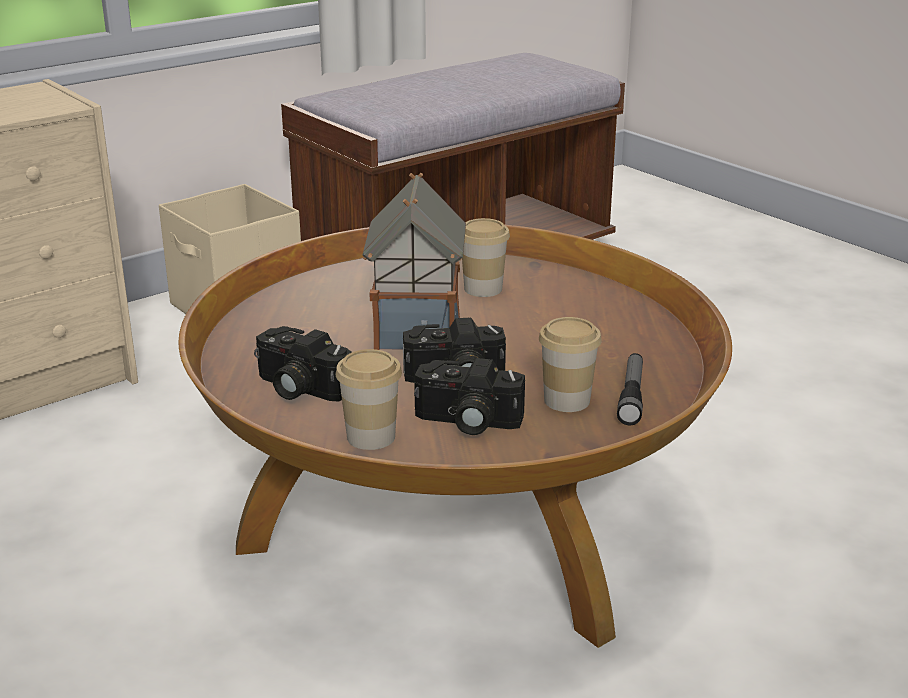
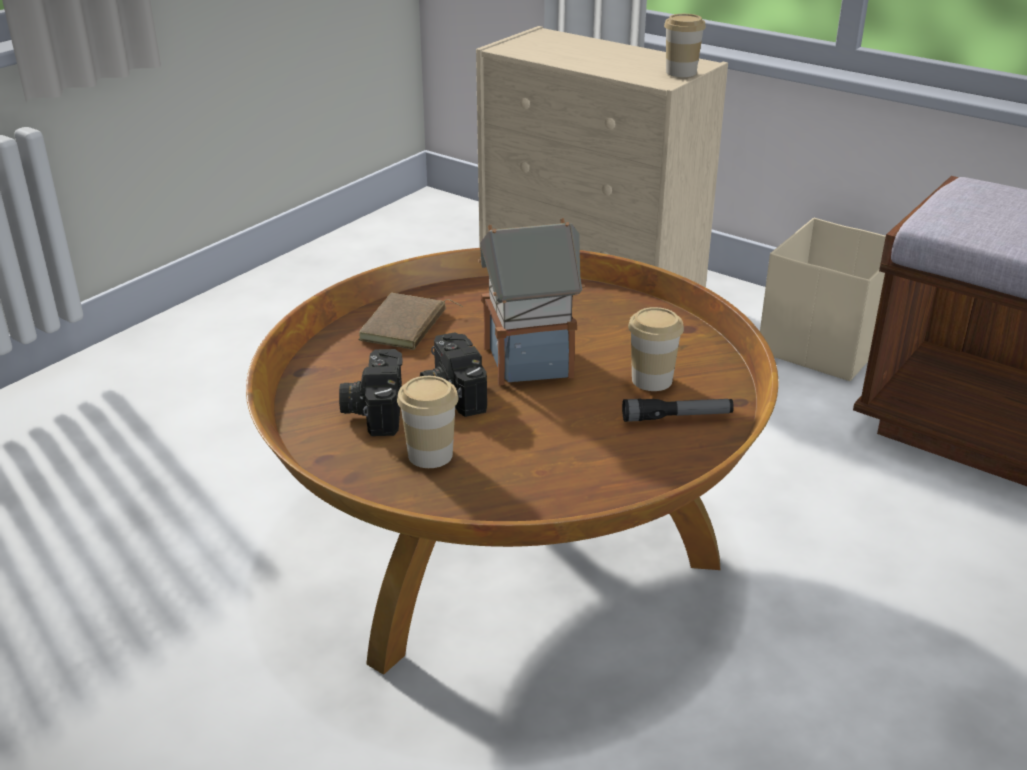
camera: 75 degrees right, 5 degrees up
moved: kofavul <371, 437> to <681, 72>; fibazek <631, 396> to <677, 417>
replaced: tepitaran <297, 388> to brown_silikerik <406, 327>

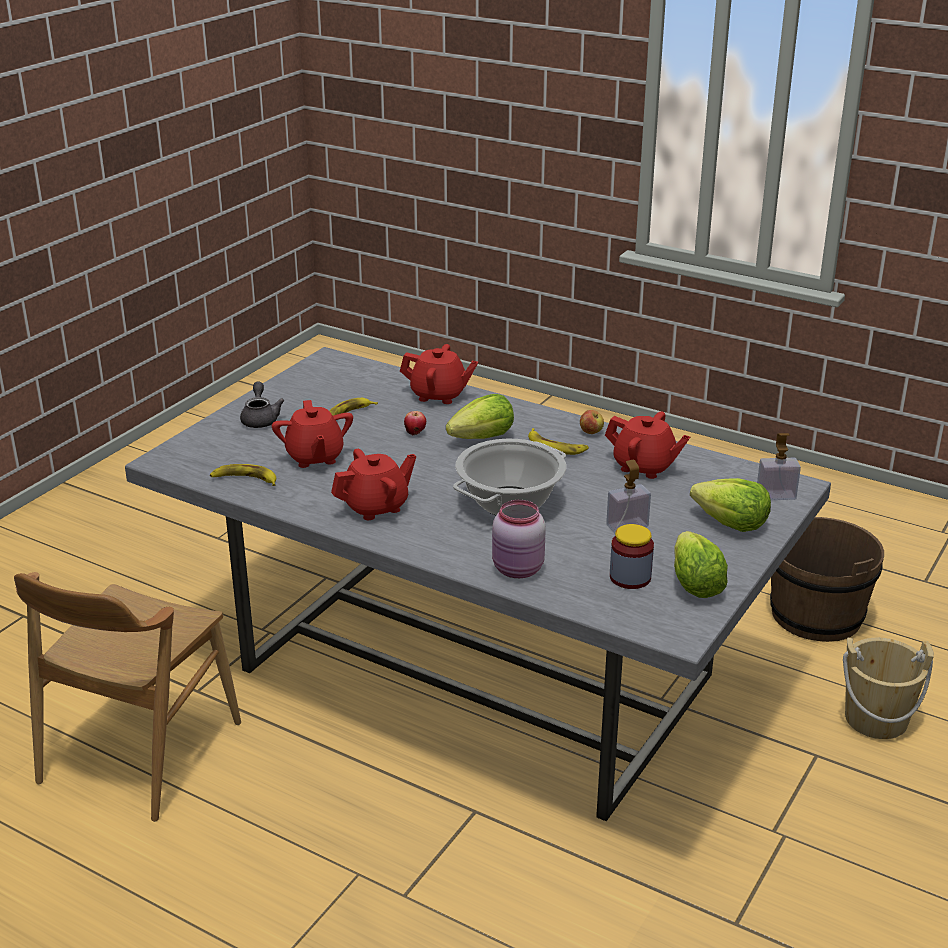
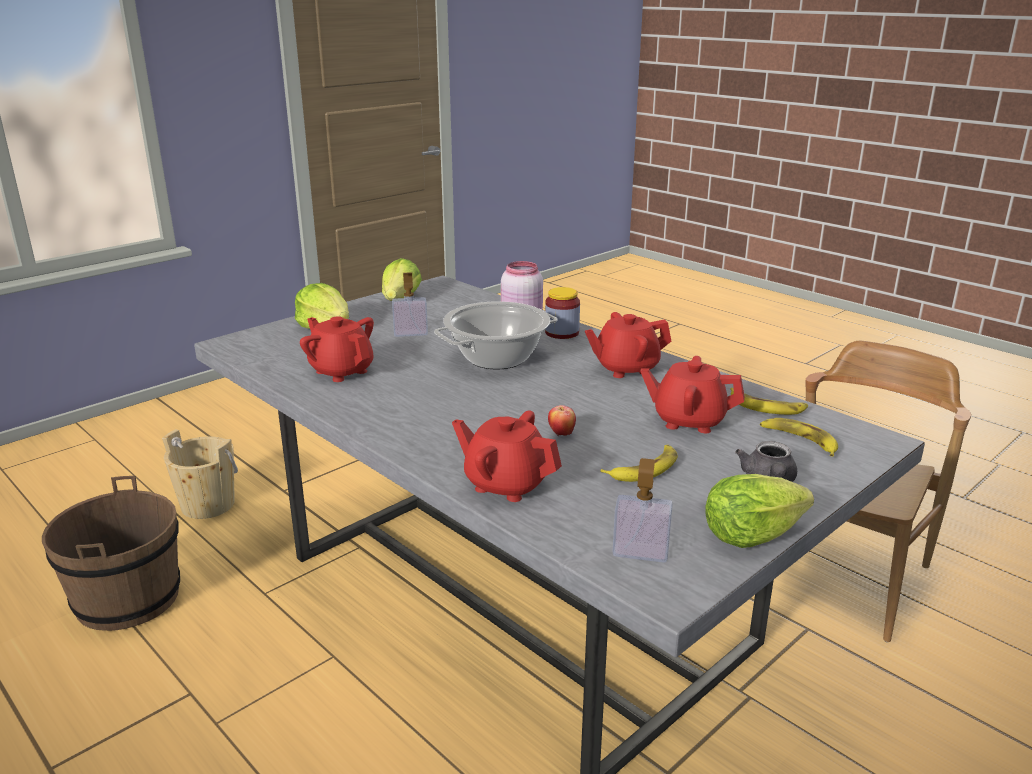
camera: 165 degrees left, 5 degrees down
removed: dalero <591, 432>
moved: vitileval <483, 438> to <750, 535>; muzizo <556, 446> to <799, 440>; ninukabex <776, 495> to <640, 552>; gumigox <630, 577> to <562, 333>
turned: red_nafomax <314, 457> = <688, 421> 75 degrees counterclockwise

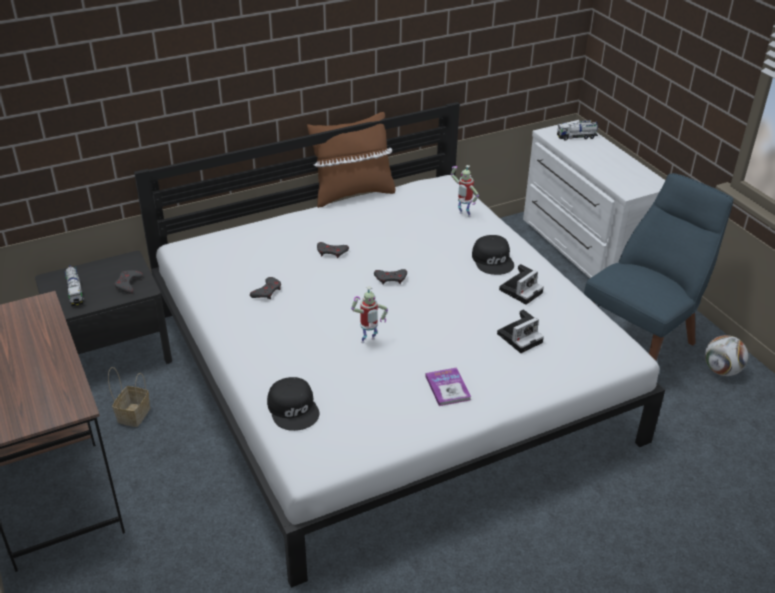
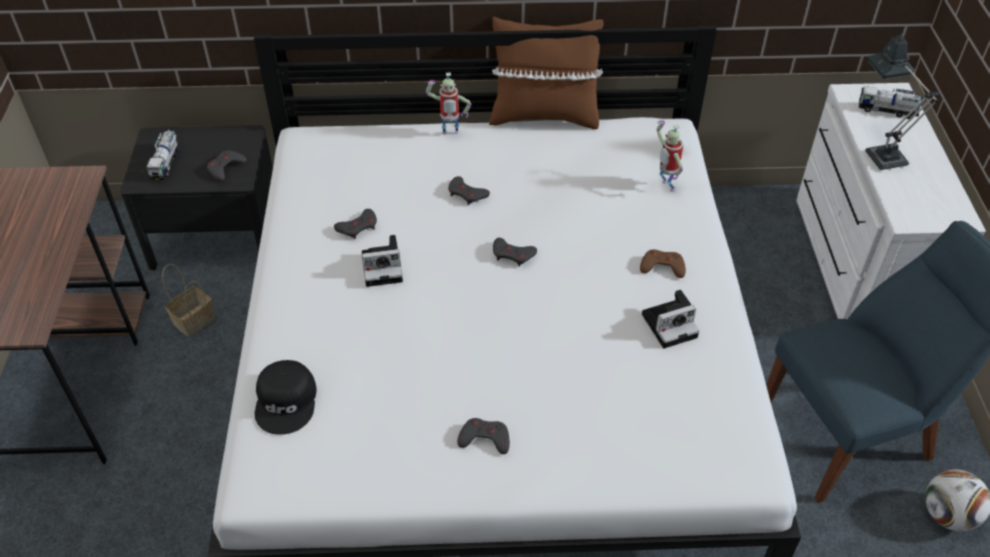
camera: 25 degrees right, 10 degrees up
added: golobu <881, 152>
moved: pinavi <368, 342> to <450, 134>; tepitaran <520, 337> to <384, 267>
replaced: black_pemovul <493, 260> to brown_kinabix <662, 267>; silikerik <447, 388> to grey_kinabix <484, 438>

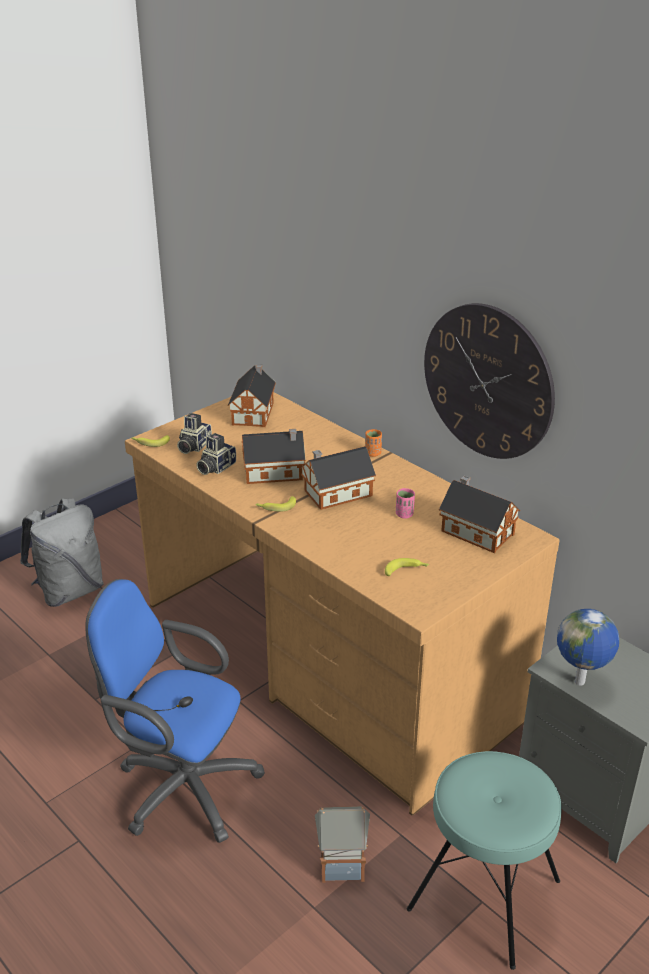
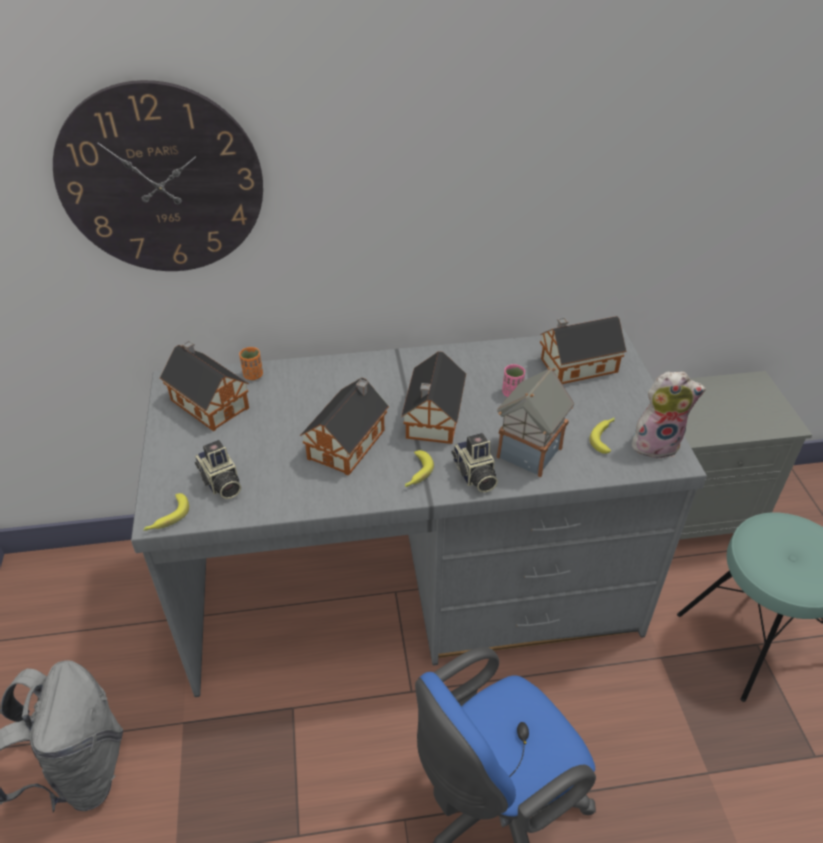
camera: 55 degrees left, 10 degrees up
removed: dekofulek <580, 682>
added: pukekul <656, 443>
moved: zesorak <487, 381> to <161, 181>; orange_kofavul <373, 453> to <253, 375>; tepitaran <215, 467> to <474, 475>; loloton <340, 864> to <529, 454>
recoloured: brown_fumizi <325, 659> to grey_fumizi <412, 588>

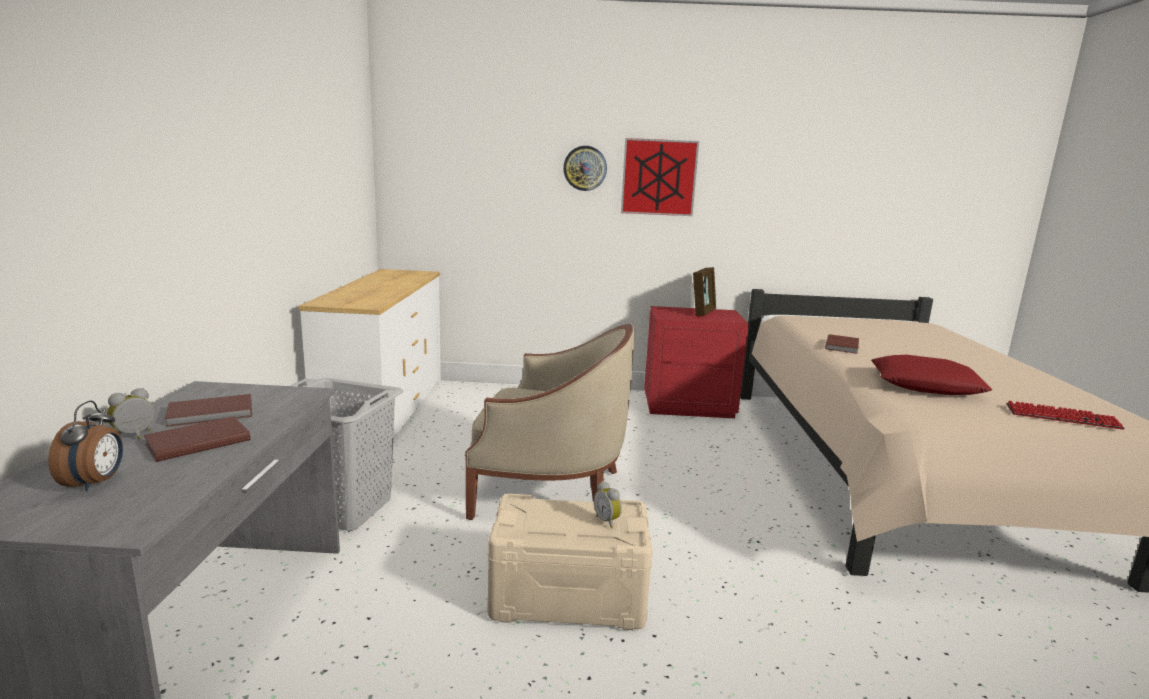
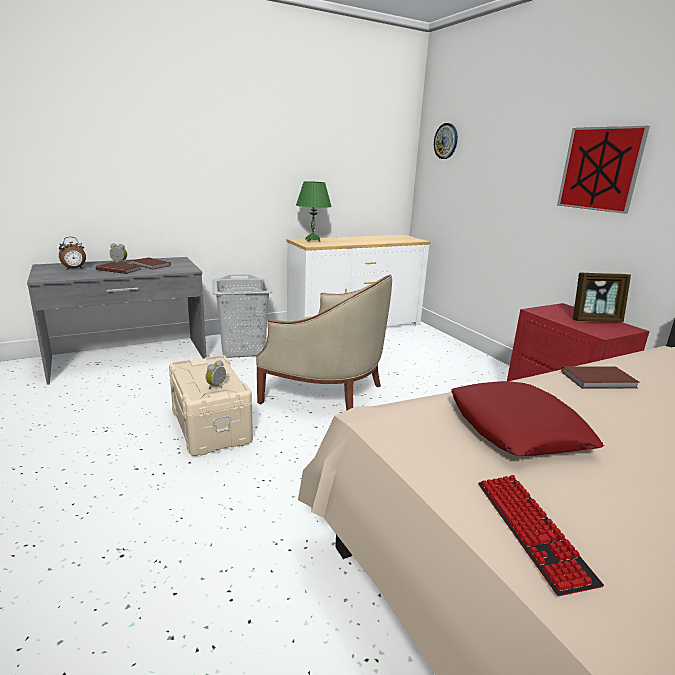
camera: 60 degrees right, 5 degrees up
added: green_golobu <312, 240>
moved: zesorak <585, 168> to <446, 141>
turned: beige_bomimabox <549, 489> = <325, 391> 45 degrees counterclockwise

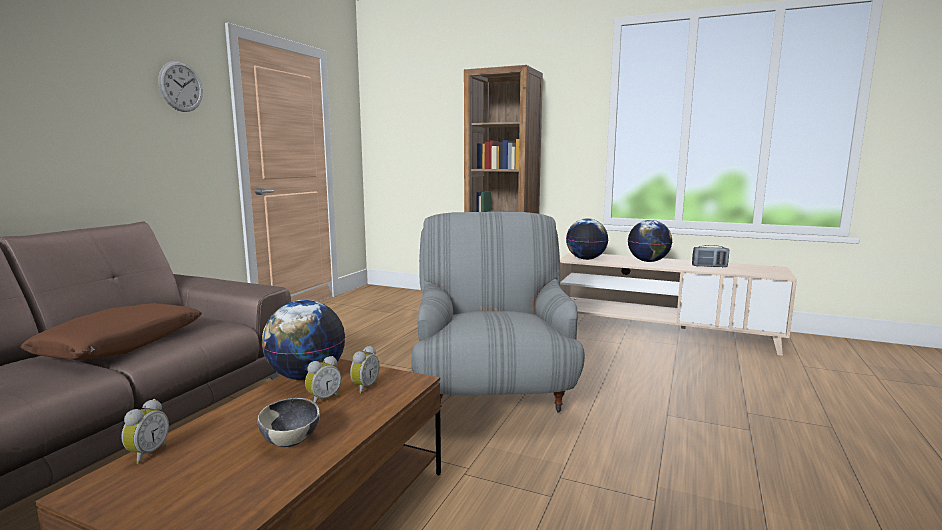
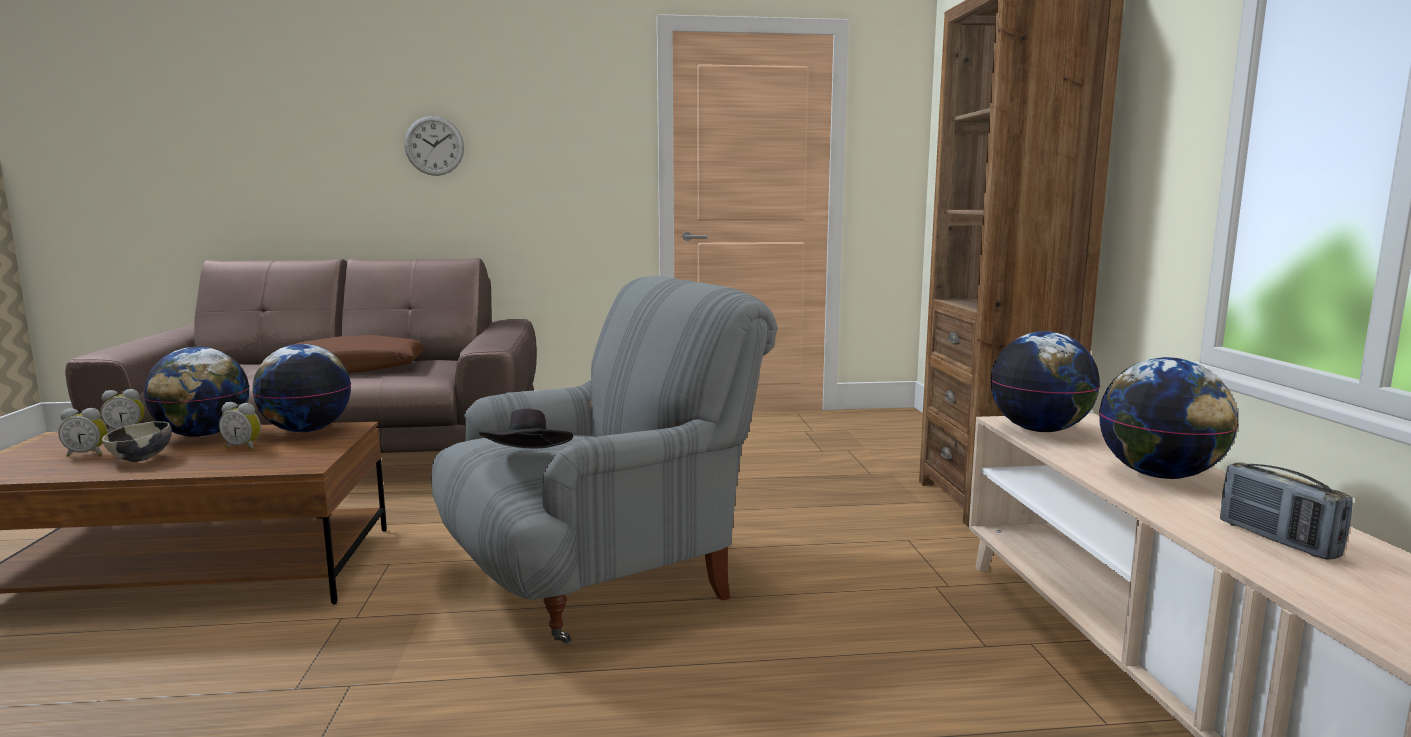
camera: 60 degrees right, 0 degrees up
added: dekofulek <203, 435>; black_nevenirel <528, 460>
moved: zesorak <181, 86> to <434, 146>; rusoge <364, 387> to <88, 454>

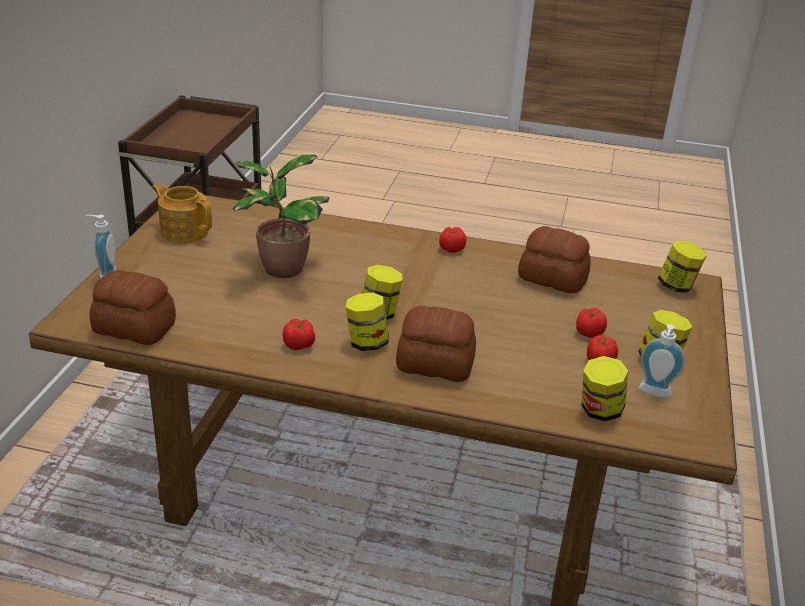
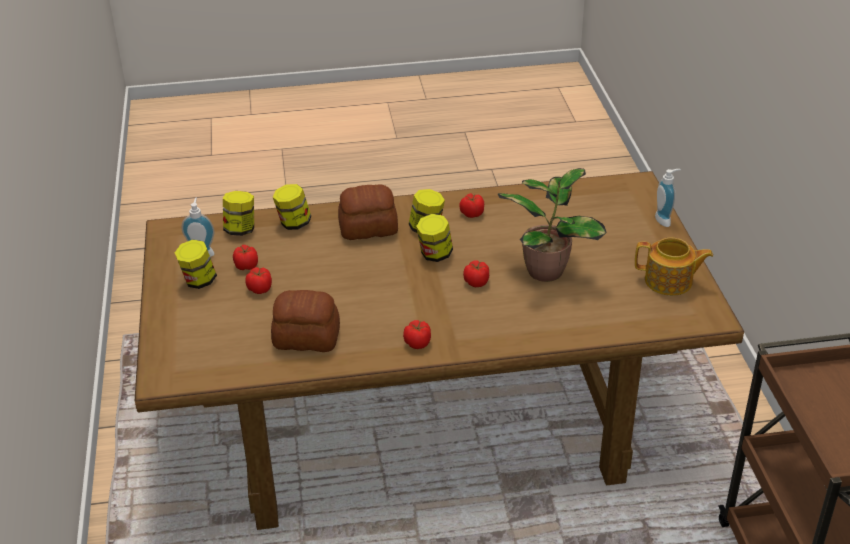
camera: 160 degrees right, 5 degrees up
removed: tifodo <134, 328>
added: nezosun <477, 282>
moved: gumigox <677, 286> to <293, 223>

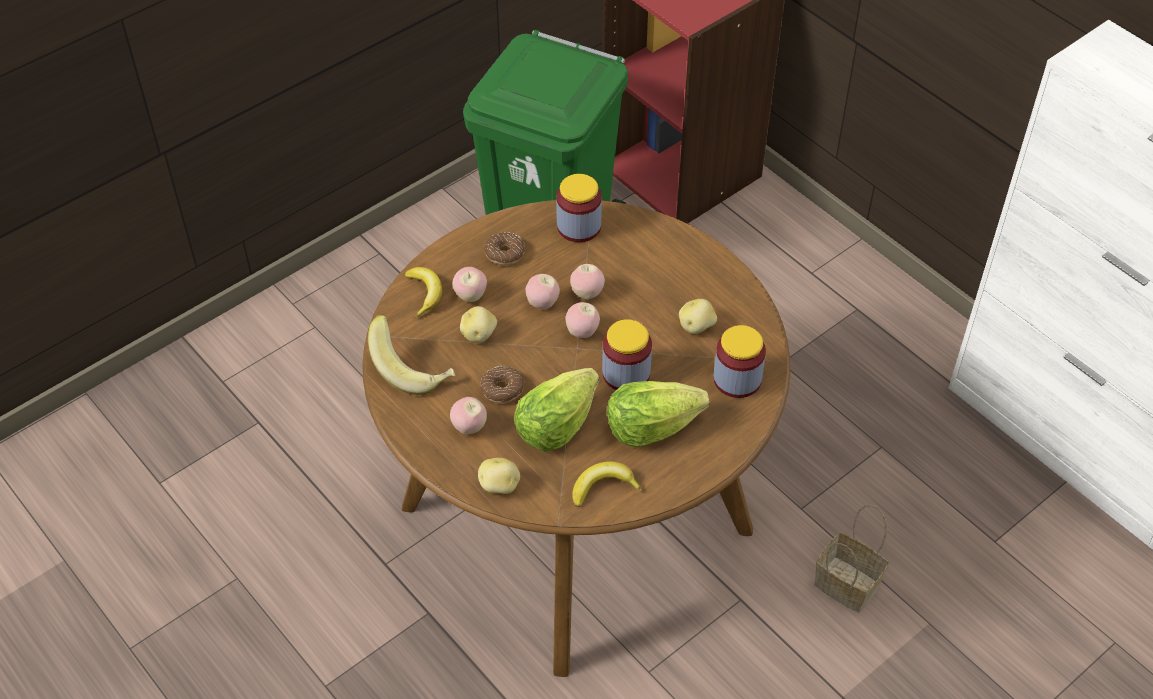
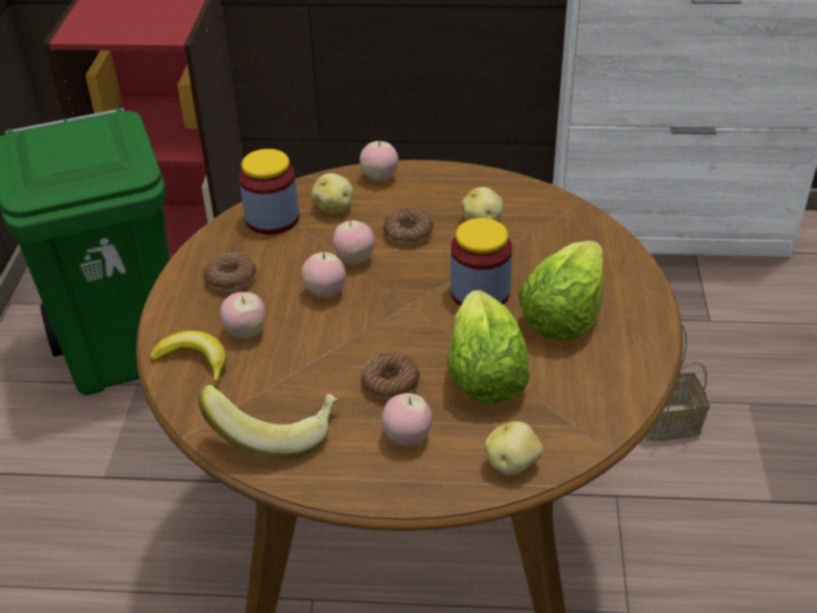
camera: 45 degrees left, 10 degrees down
removed: gumigox <737, 379>; muzizo <603, 487>
added: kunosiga <408, 233>
moved: dalero <582, 332> to <380, 178>; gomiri <479, 334> to <334, 207>

